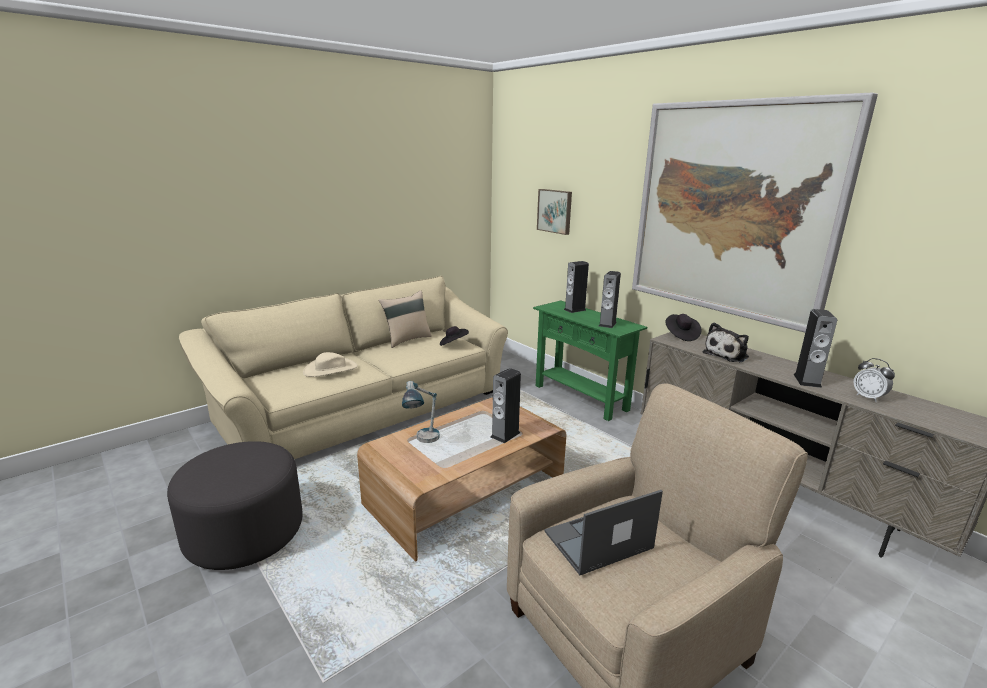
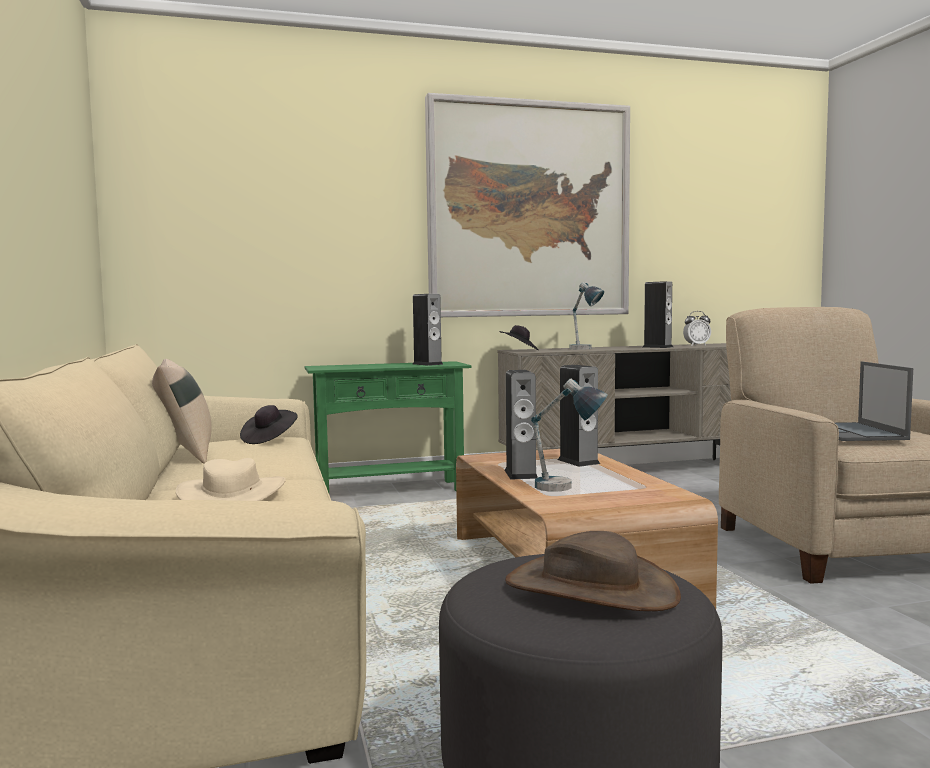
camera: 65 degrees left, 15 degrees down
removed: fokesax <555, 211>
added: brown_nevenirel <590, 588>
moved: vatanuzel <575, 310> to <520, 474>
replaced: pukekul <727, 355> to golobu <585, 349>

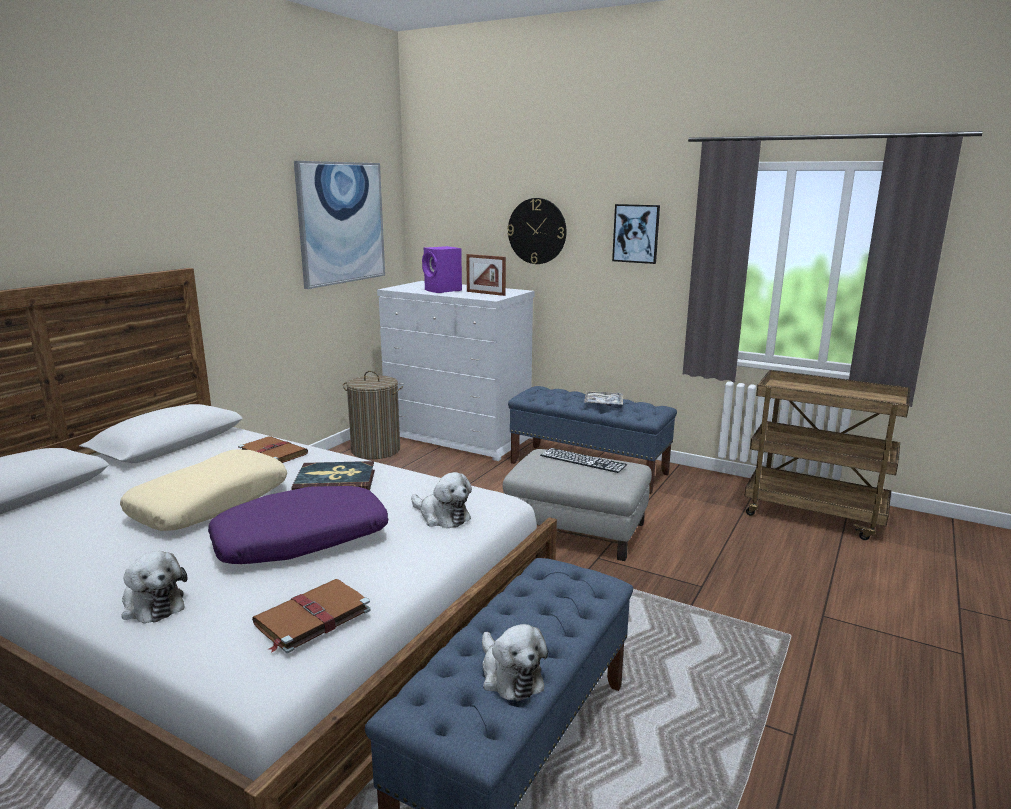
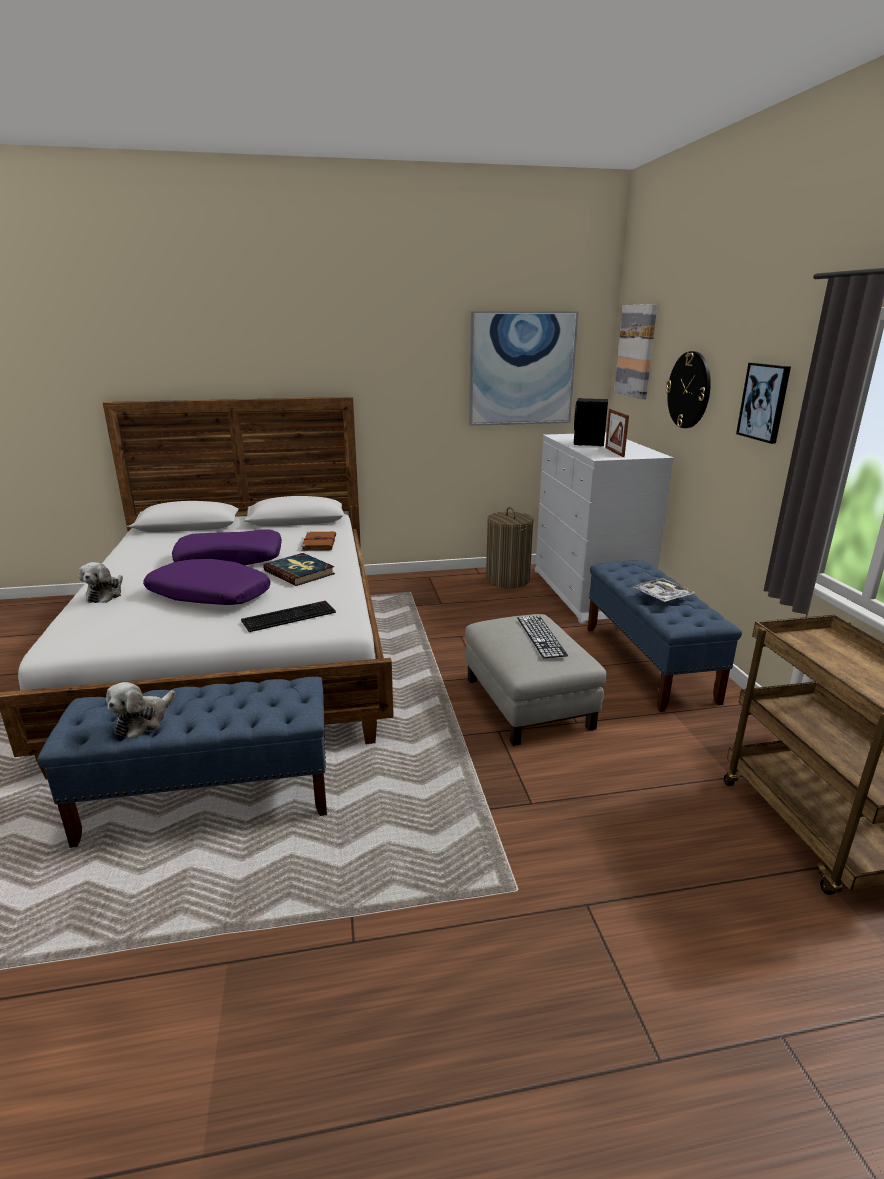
camera: 50 degrees right, 5 degrees up
removed: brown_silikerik <311, 618>
added: fokesax <636, 351>
replaced: pukekul <442, 516> to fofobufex <289, 616>
recoloured: purple_vatanuzel <443, 290> to black_vatanuzel <588, 443>; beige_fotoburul <210, 503> to purple_fotoburul <230, 559>

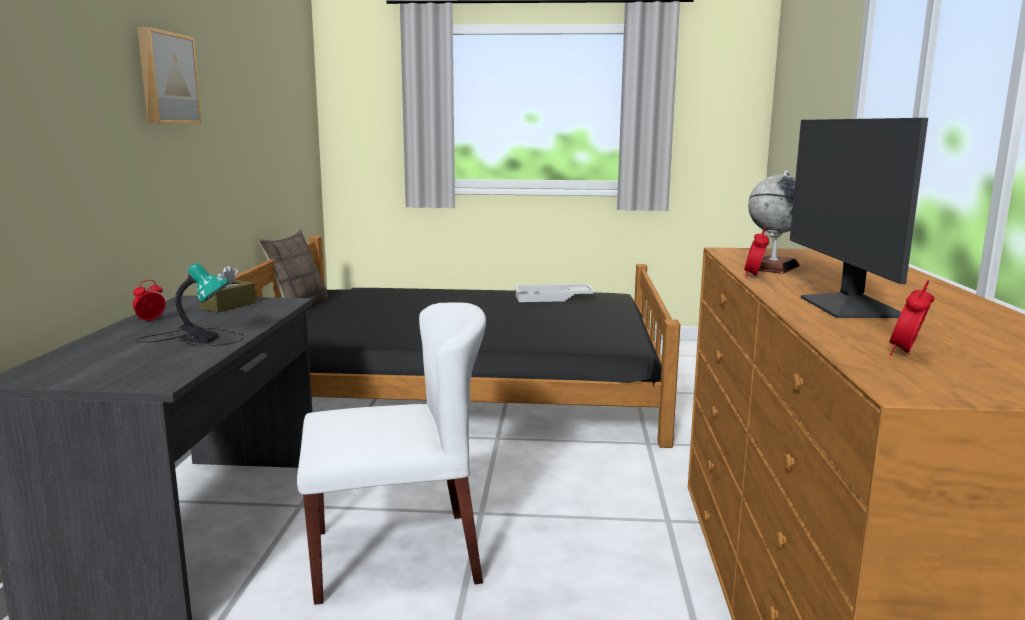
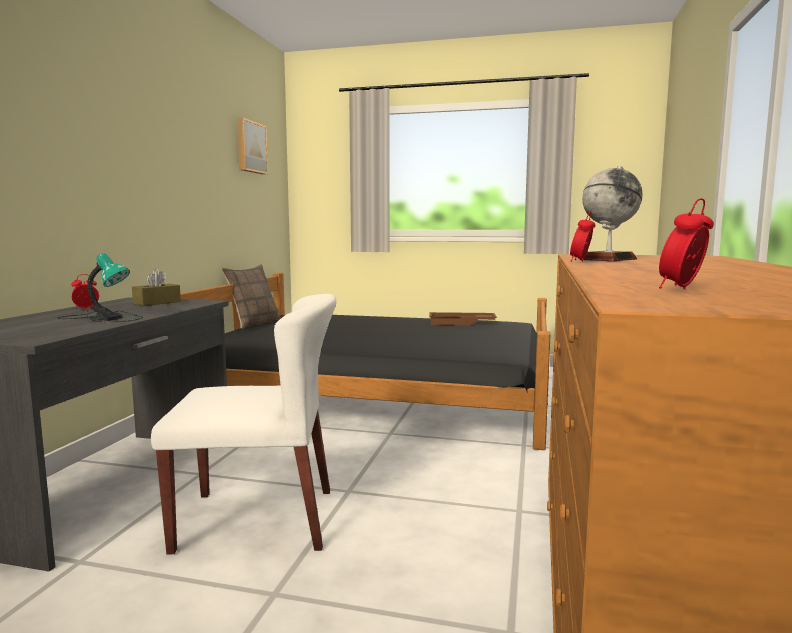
camera: 10 degrees right, 5 degrees down
removed: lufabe <848, 307>
moved: fokesax <166, 78> to <250, 147>
recoloured: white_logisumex <553, 298> to brown_logisumex <461, 323>

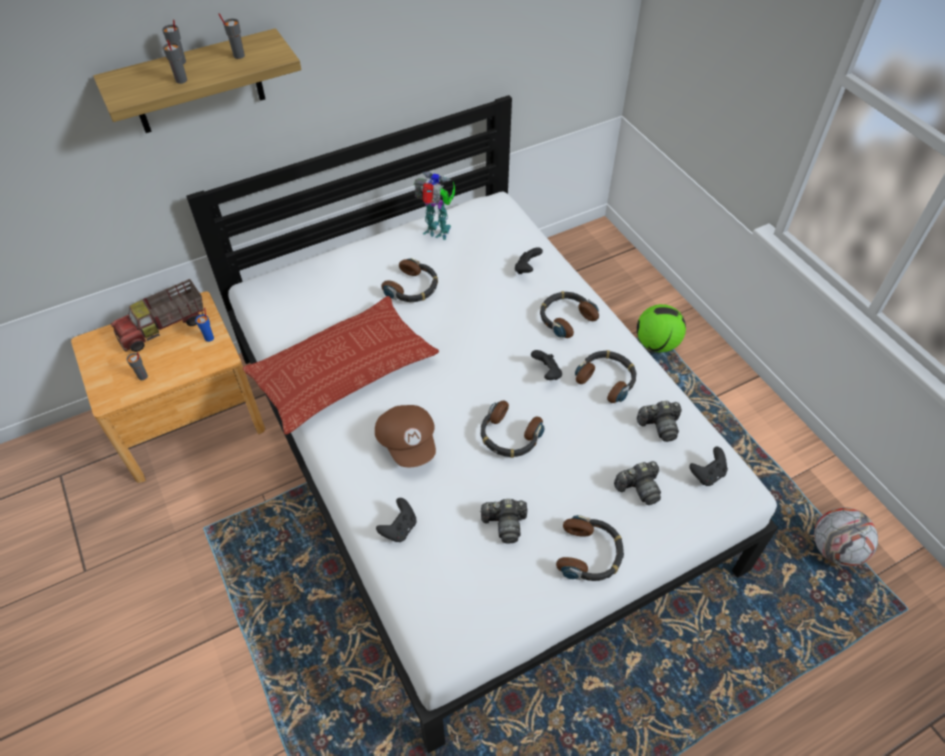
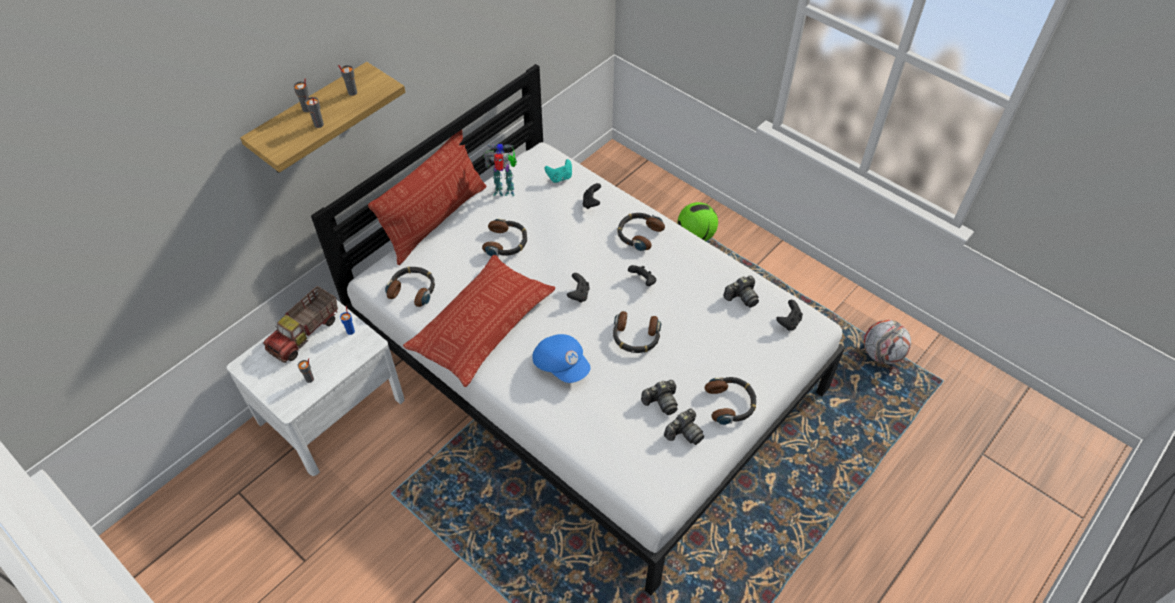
camera: 20 degrees left, 0 degrees up
added: fotoburul <436, 220>; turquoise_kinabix <560, 178>
moved: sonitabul <607, 379> to <413, 289>; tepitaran <639, 488> to <684, 433>; black_kinabix <399, 528> to <578, 294>
recoloured: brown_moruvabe <188, 419> to white_moruvabe <331, 410>; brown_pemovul <408, 443> to blue_pemovul <562, 365>

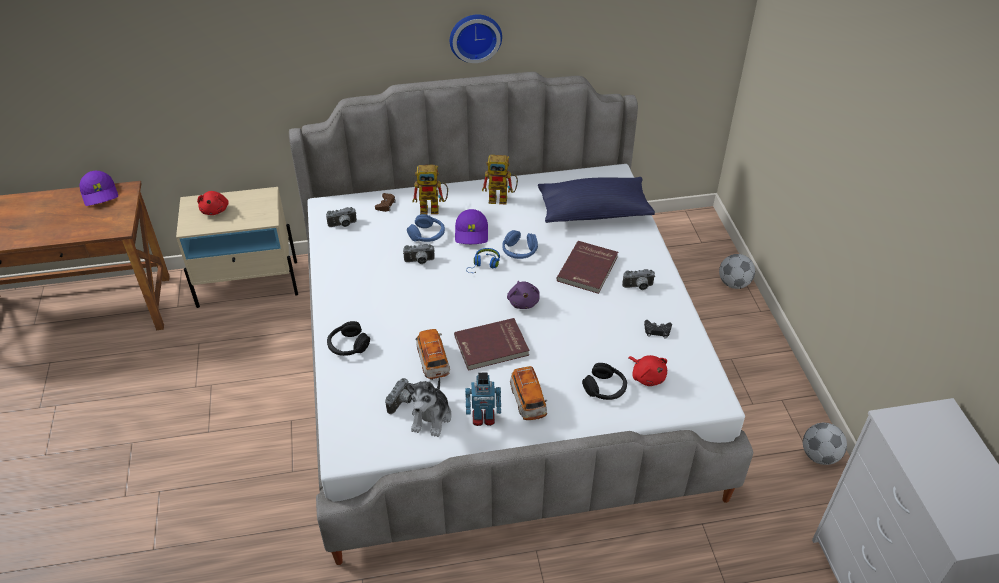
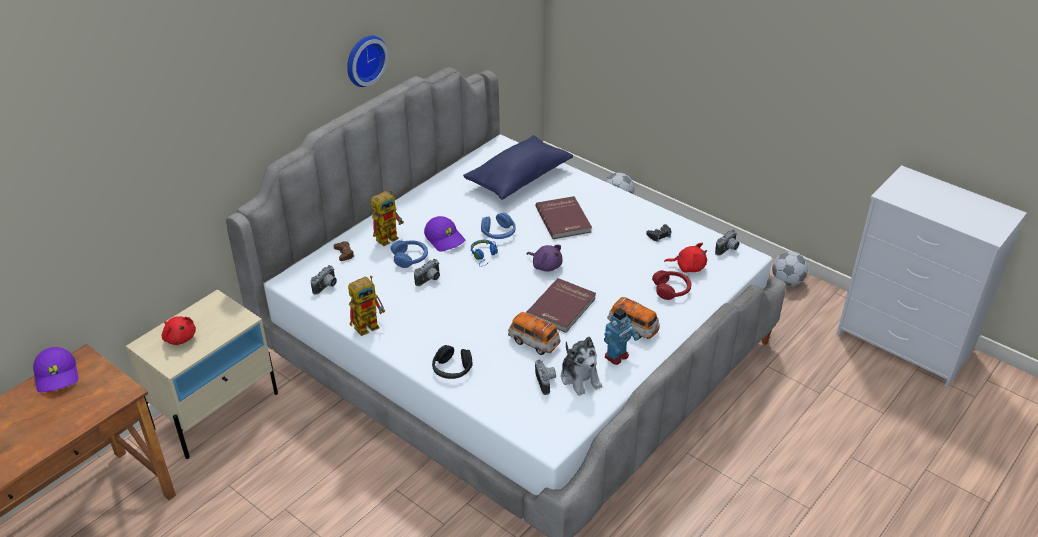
camera: 40 degrees left, 5 degrees down
moved: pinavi <502, 198> to <370, 324>; tepitaran <638, 287> to <728, 250>
recoloured: black_sonitabul <605, 388> to red_sonitabul <671, 290>
turned: purple_pemovul <100, 194> = <57, 375> 45 degrees clockwise

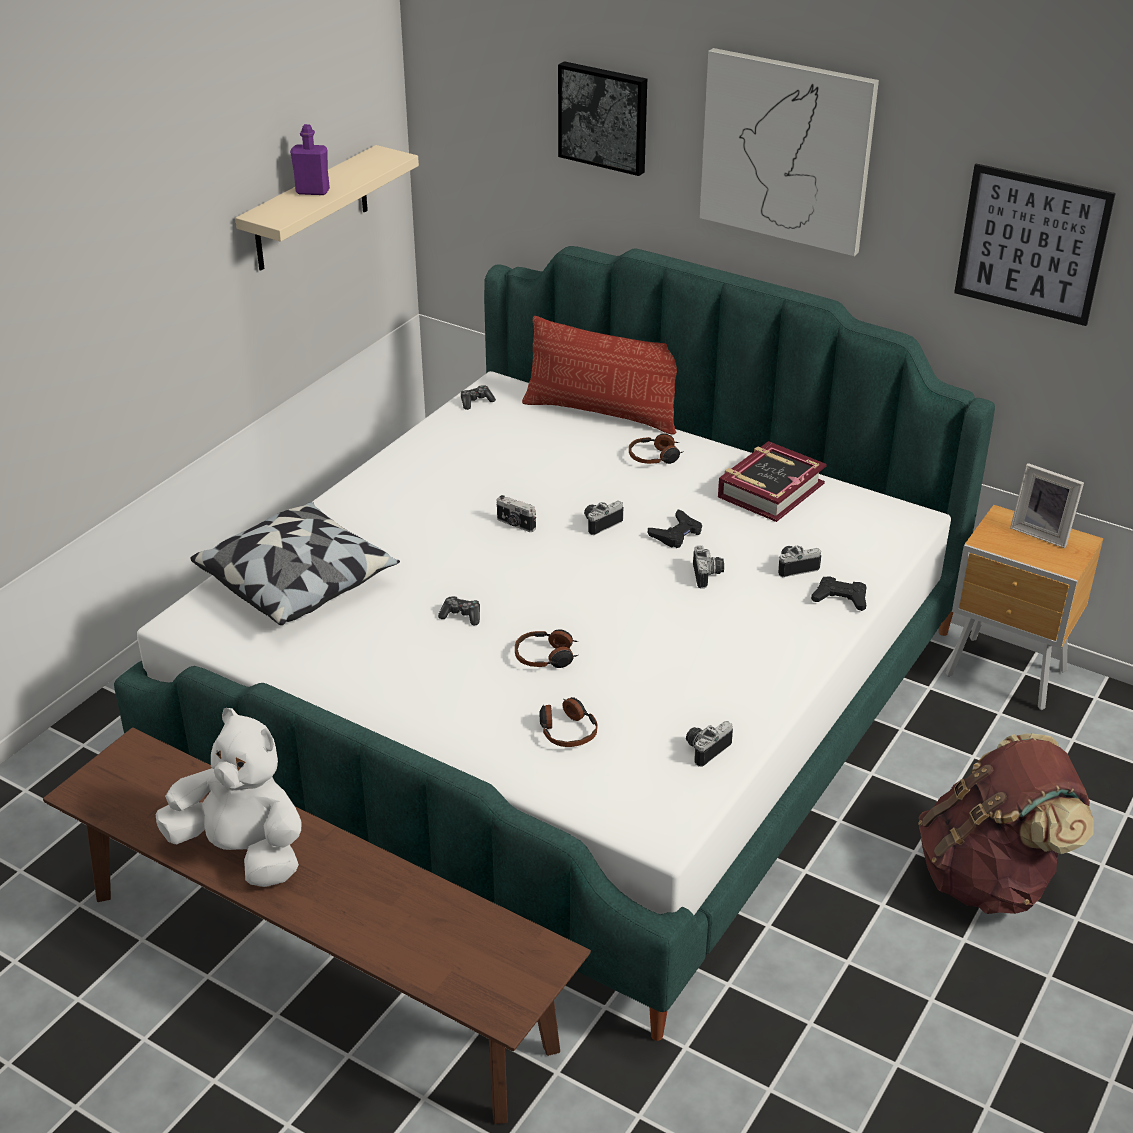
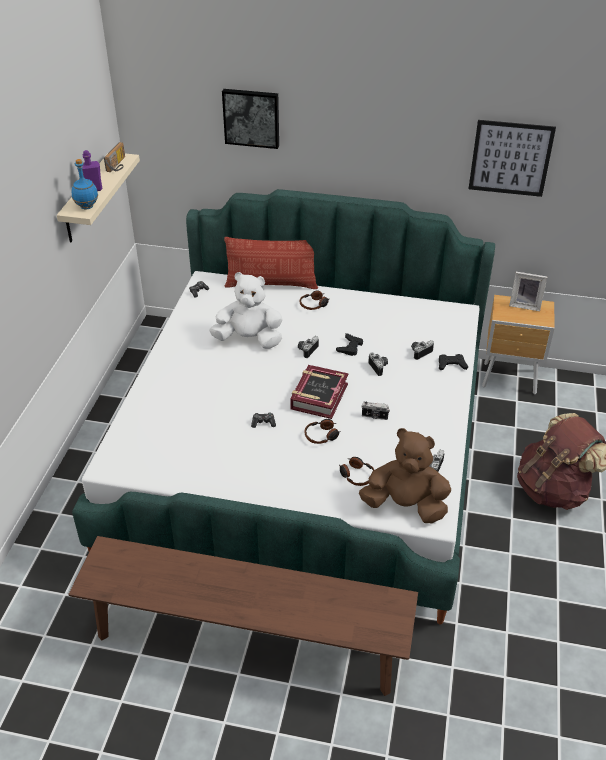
camera: 20 degrees left, 5 degrees up
removed: fokesax <786, 151>; fotoburul <298, 583>
added: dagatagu <118, 165>; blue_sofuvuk <87, 207>; brown_pukekul <405, 505>
moved: silikerik <770, 490> to <318, 396>; tepitaran <515, 524> to <374, 416>; white_pukekul <243, 851> to <249, 339>

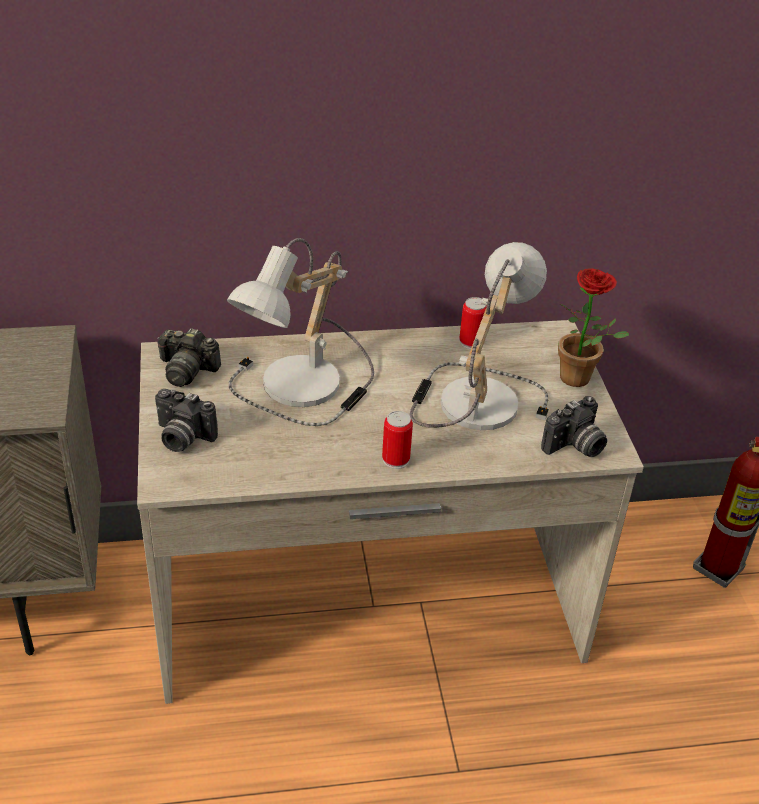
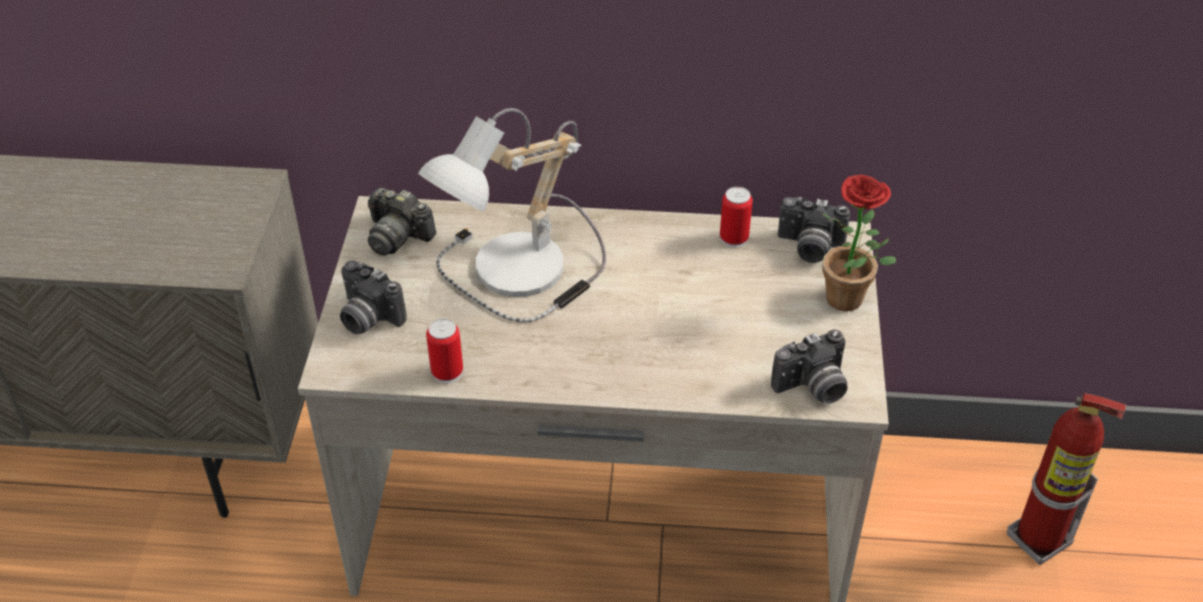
camera: 15 degrees right, 5 degrees up
removed: golobu <472, 399>
added: tepitaran <809, 248>
moved: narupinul <395, 460> to <447, 372>

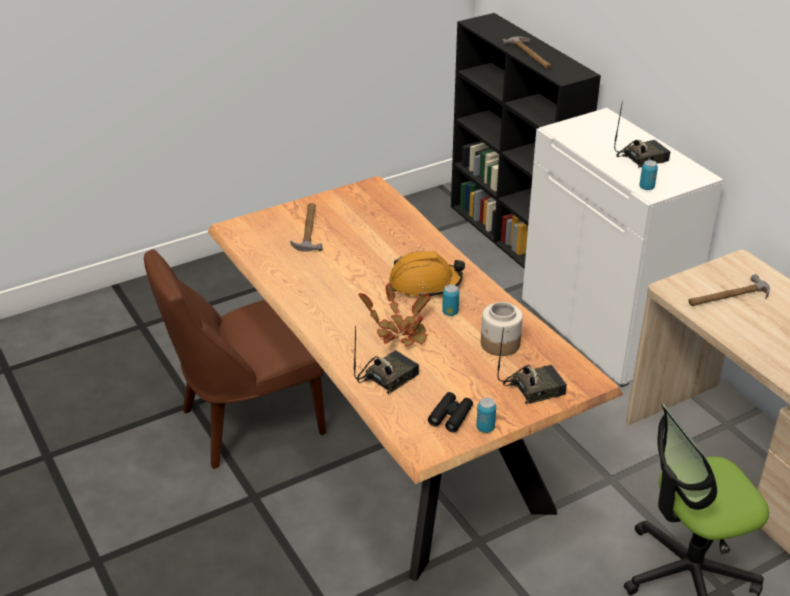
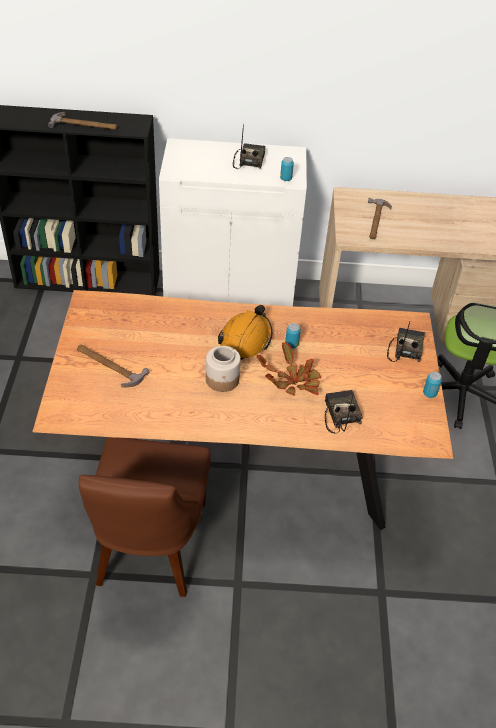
camera: 60 degrees left, 10 degrees up
removed: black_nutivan <451, 416>
moved: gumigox <500, 344> to <222, 379>

